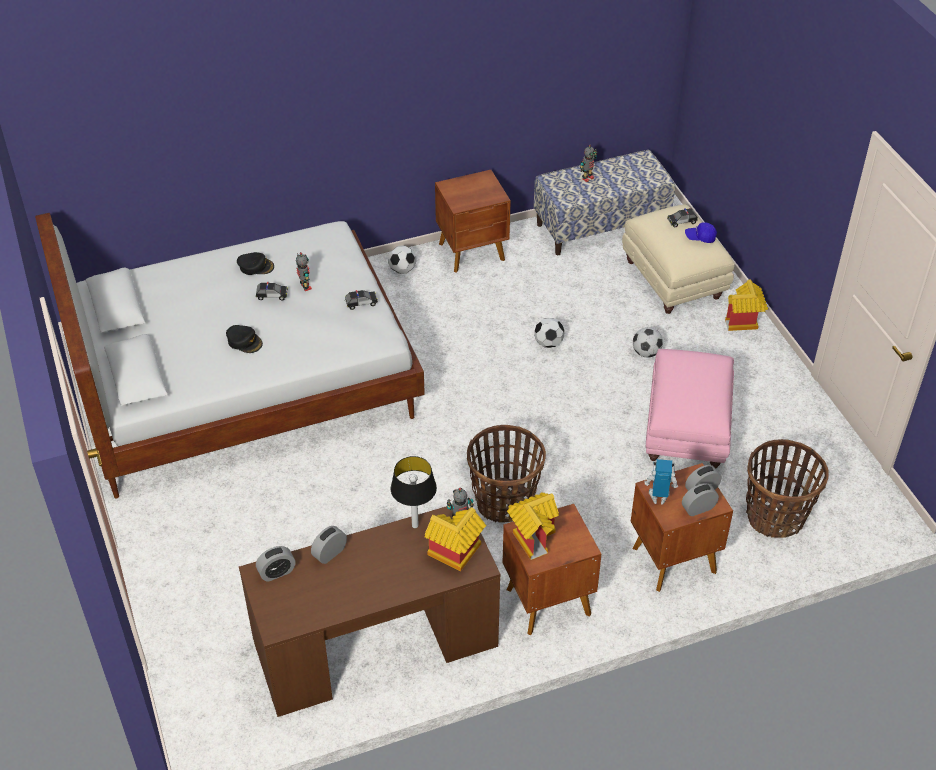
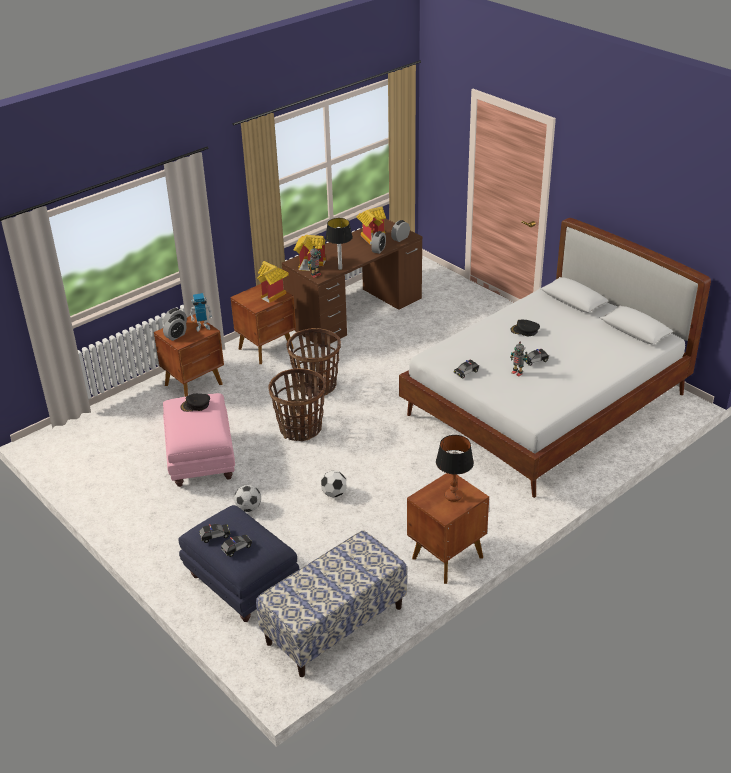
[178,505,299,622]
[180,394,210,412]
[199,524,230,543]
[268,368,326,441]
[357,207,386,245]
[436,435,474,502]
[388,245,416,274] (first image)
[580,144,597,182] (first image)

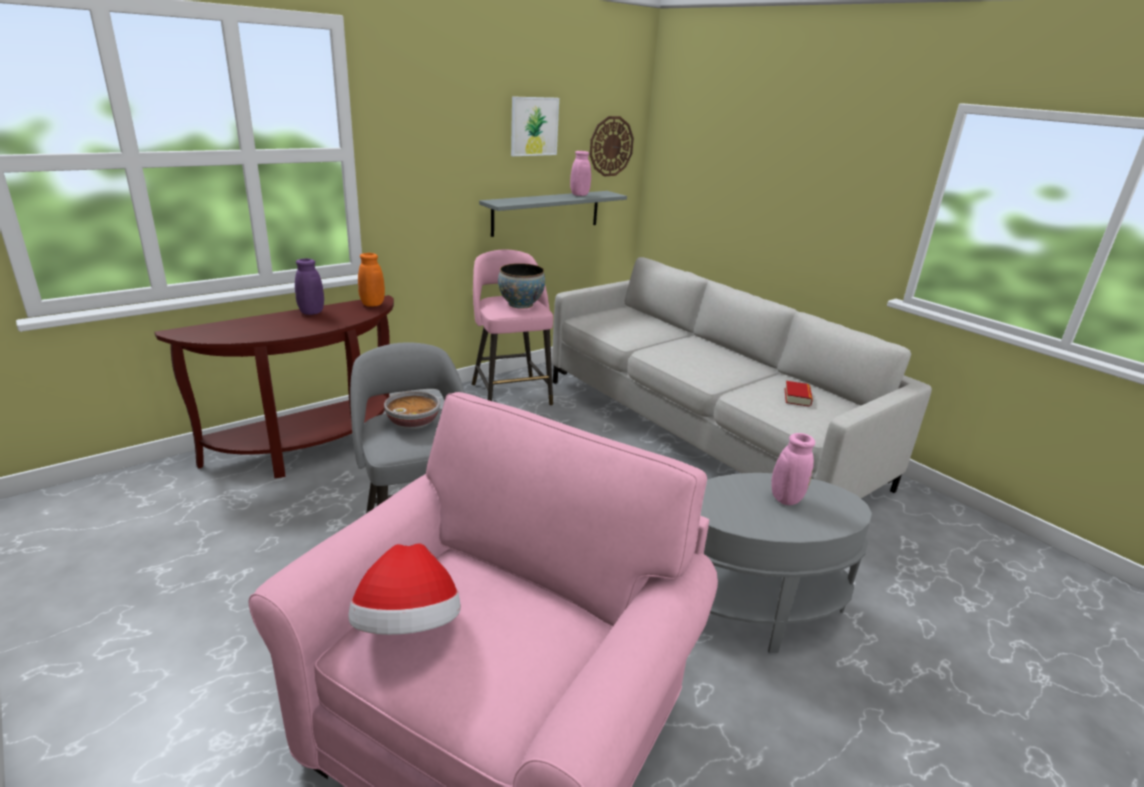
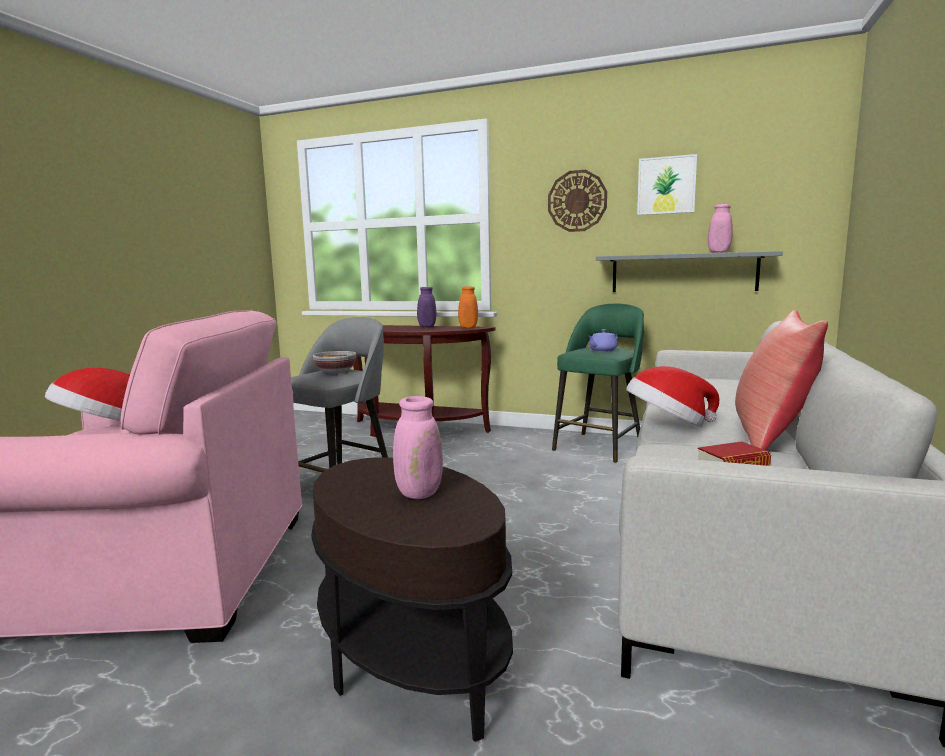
[311,457,513,742]
[548,170,607,232]
[552,304,644,463]
[588,329,618,352]
[626,366,719,427]
[735,310,828,450]

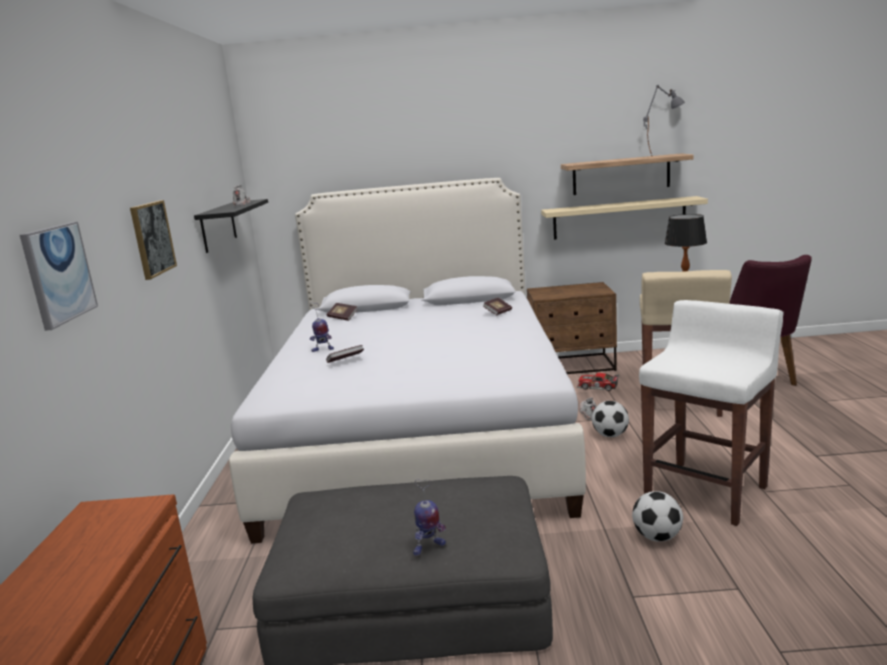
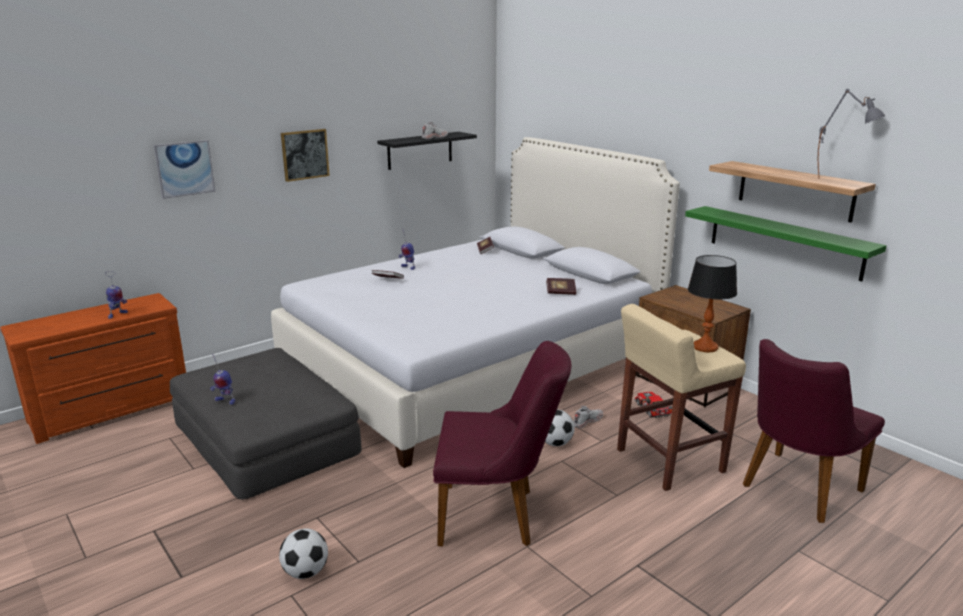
[105,271,128,319]
[279,528,328,579]
[433,341,572,546]
[685,206,887,282]

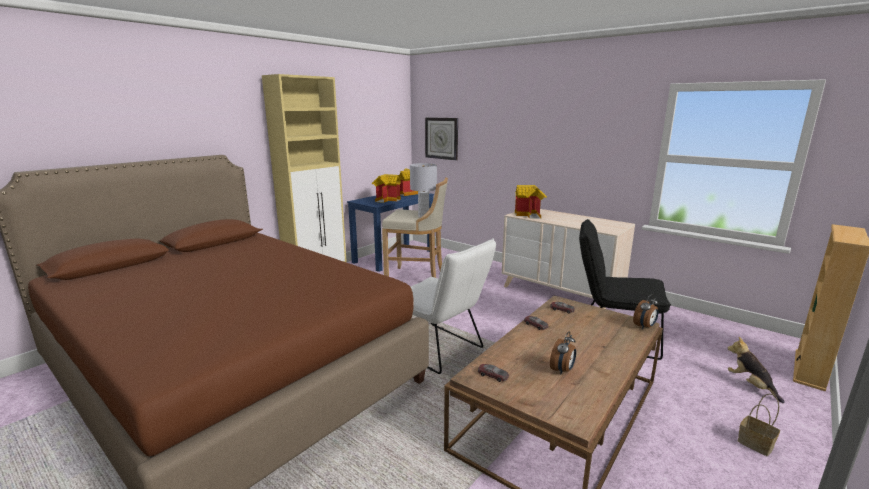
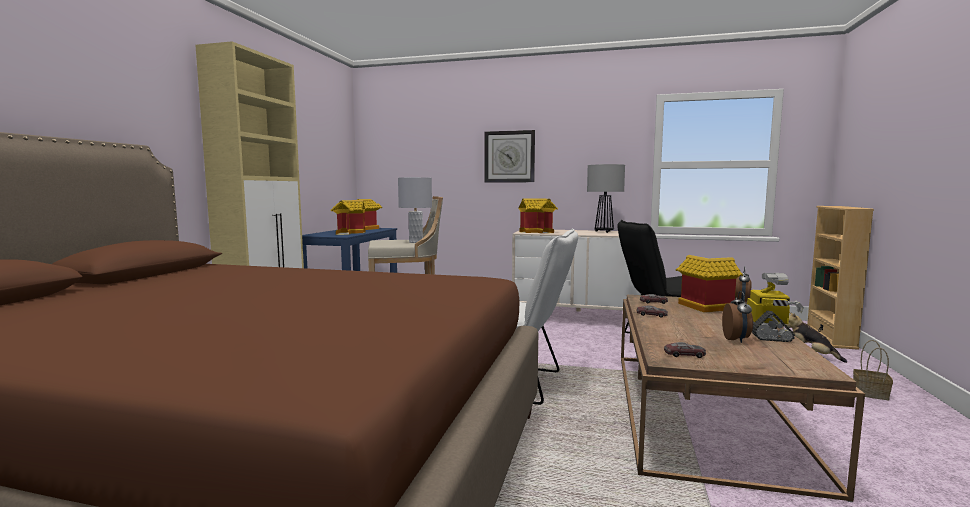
[485,130,535,183]
[587,164,625,233]
[676,255,743,313]
[747,273,804,342]

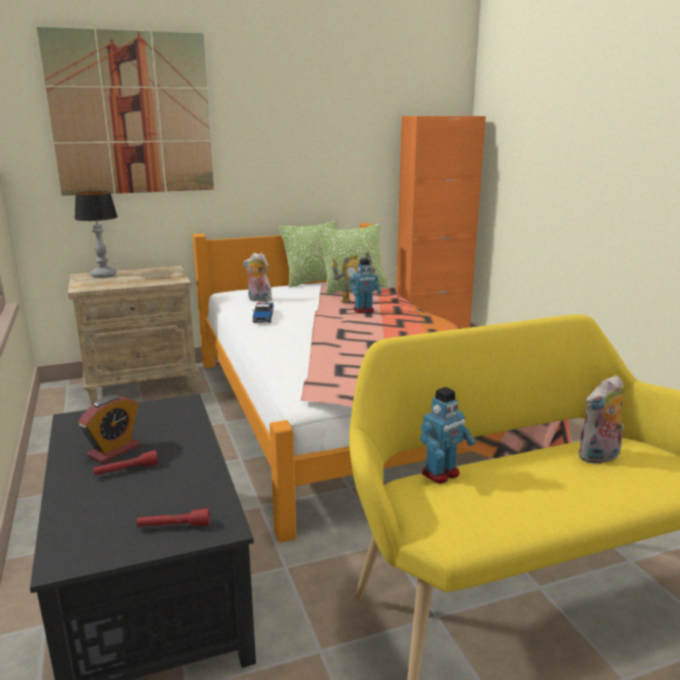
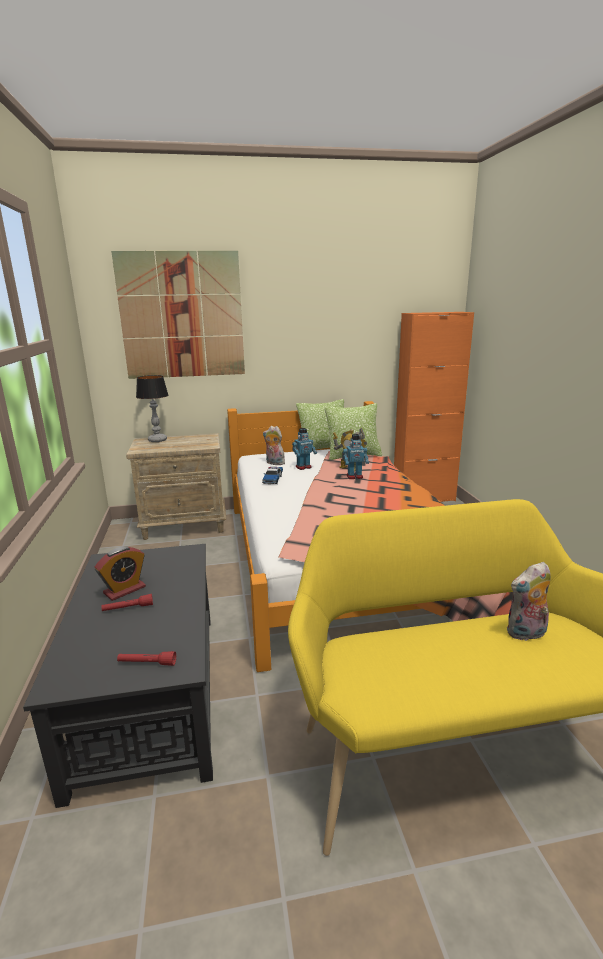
[292,428,317,470]

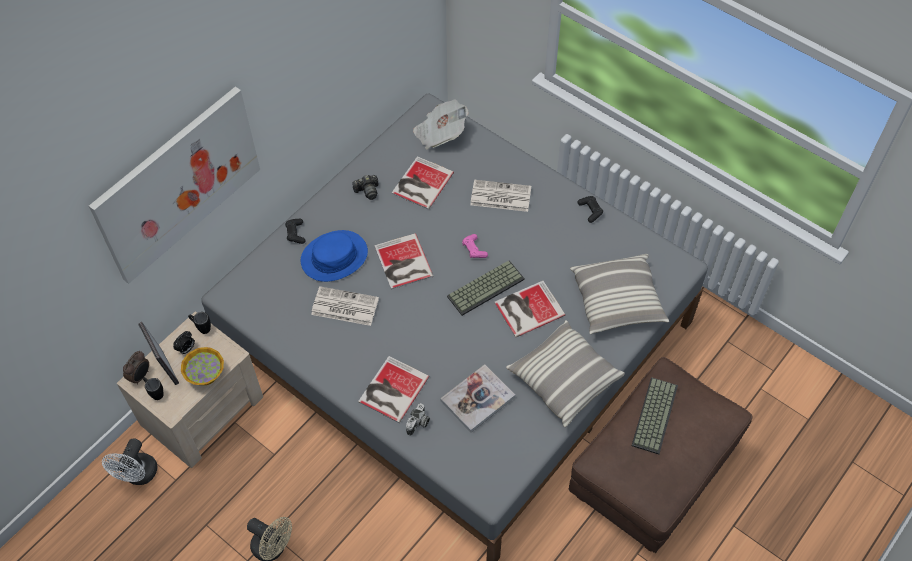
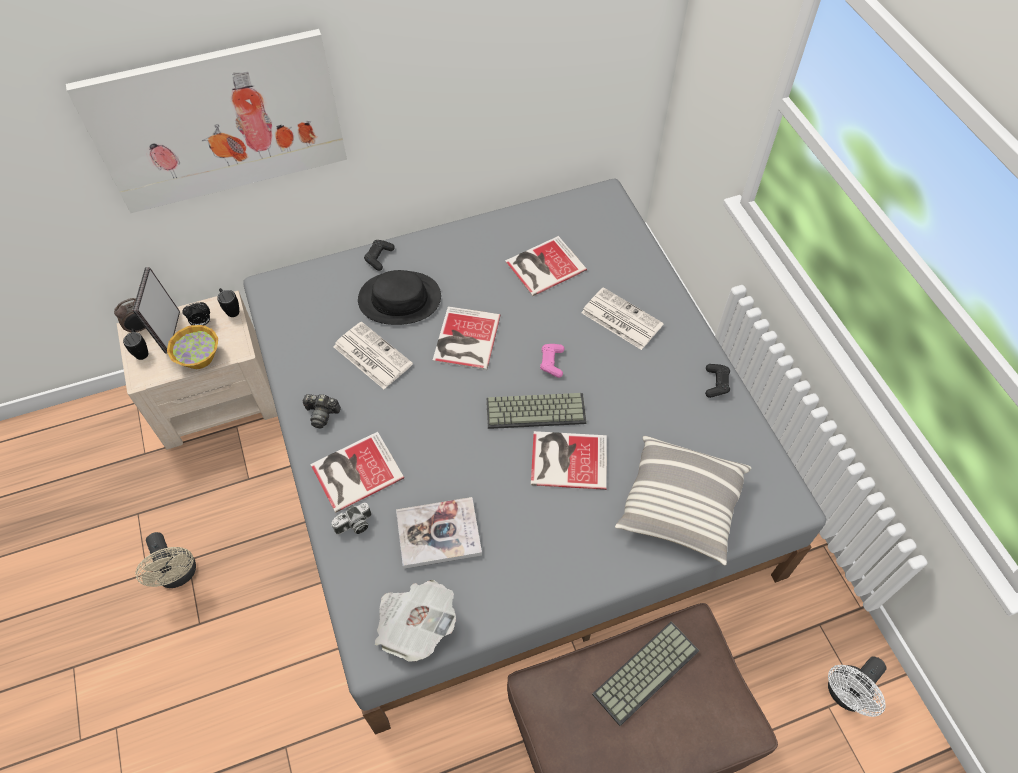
[302,394,341,428]
[358,270,441,325]
[375,580,456,662]
[828,656,887,717]
[506,320,625,427] (first image)

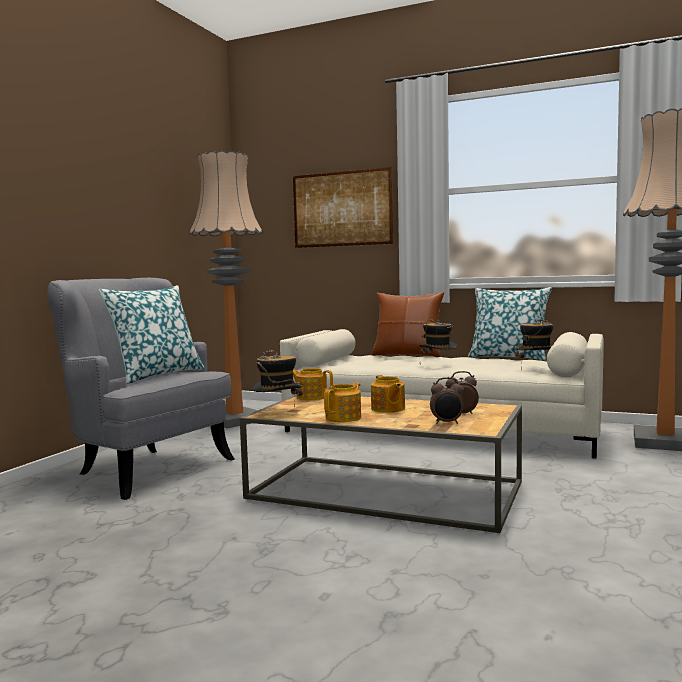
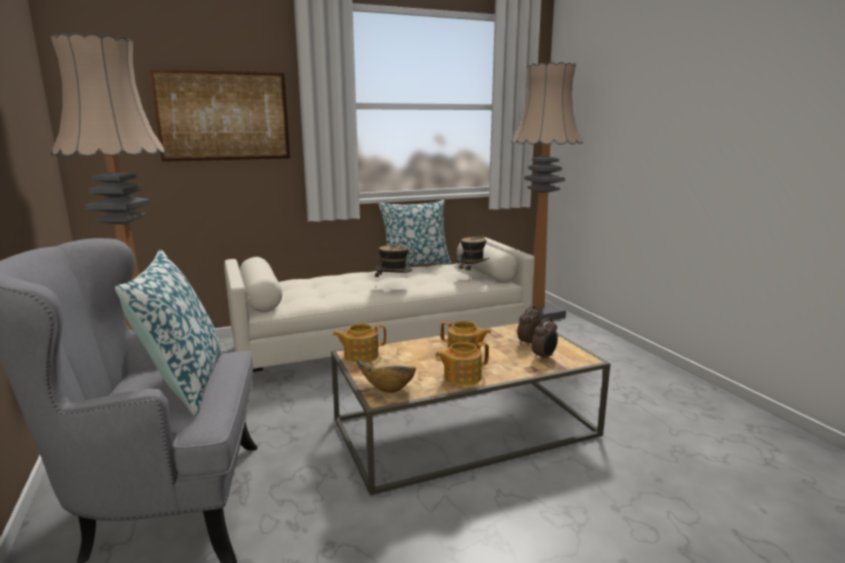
[356,359,416,392]
[436,342,489,386]
[372,292,444,357] (first image)

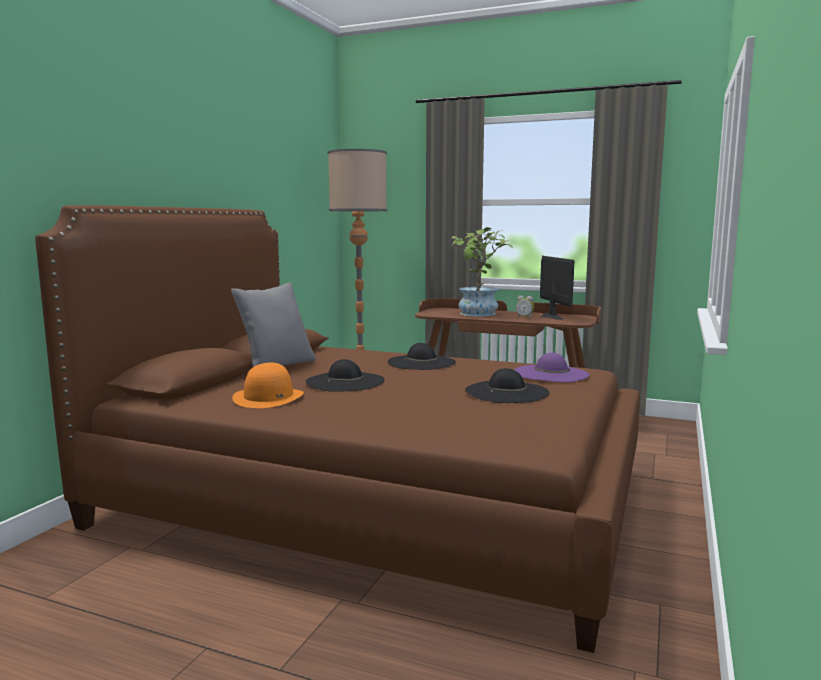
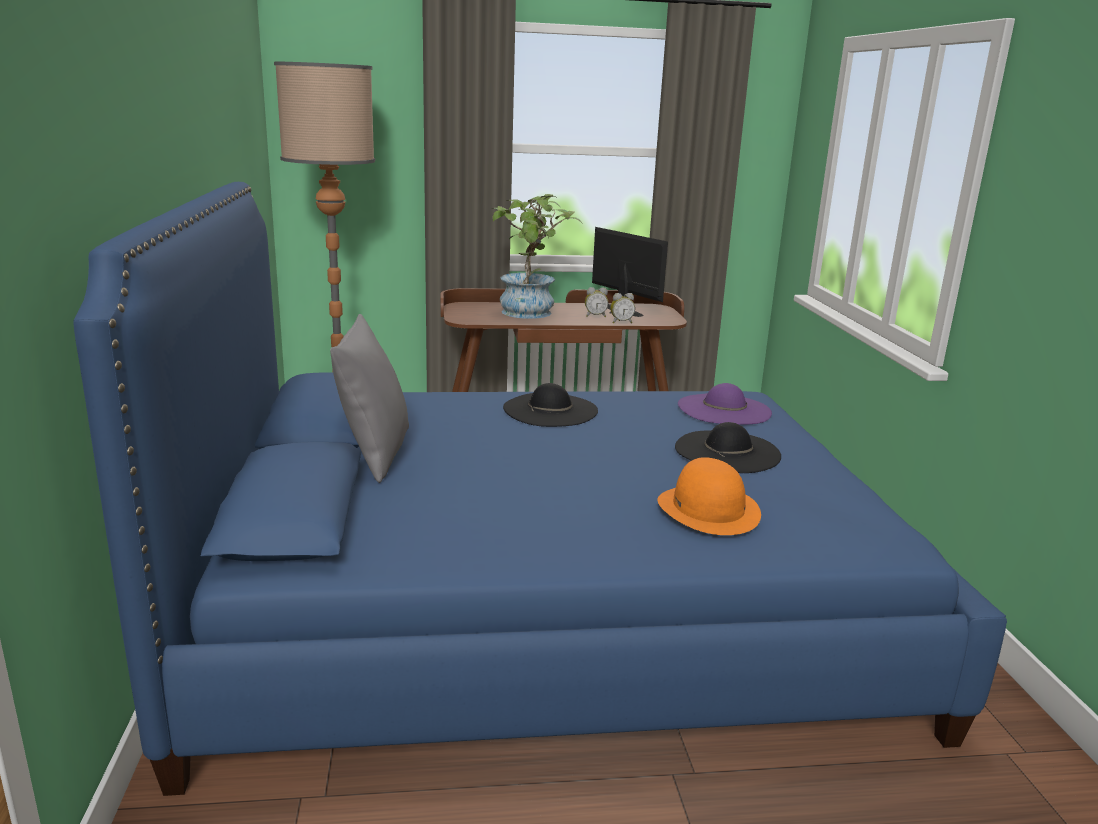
[73,182,1007,796]
[610,293,635,323]
[658,457,761,535]
[306,359,385,392] (first image)

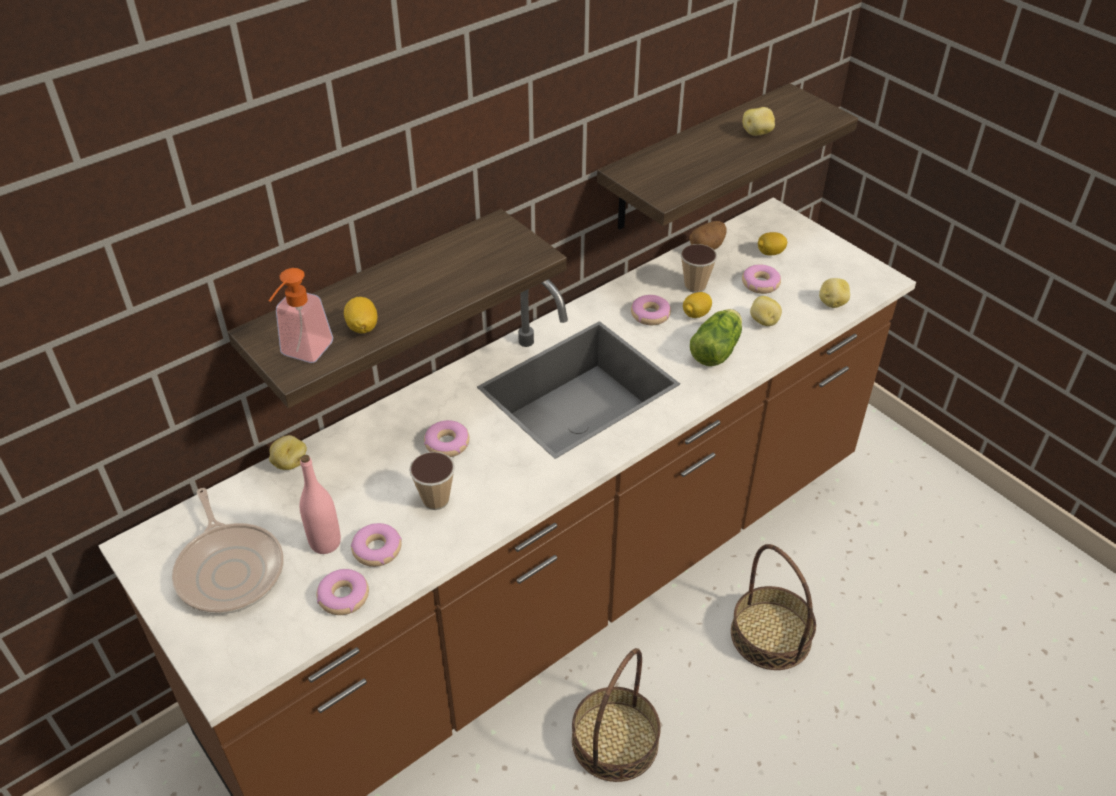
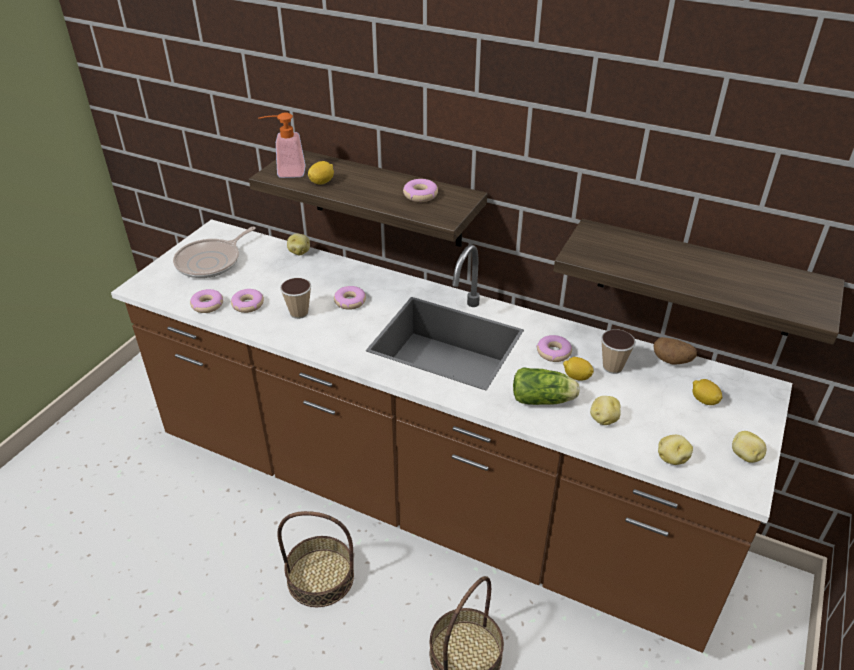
[403,179,438,202]
[732,431,766,463]
[299,455,341,554] (first image)

